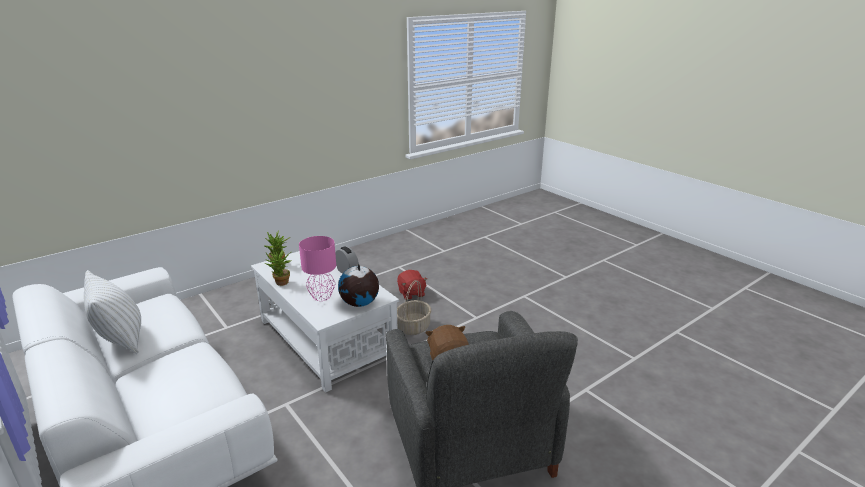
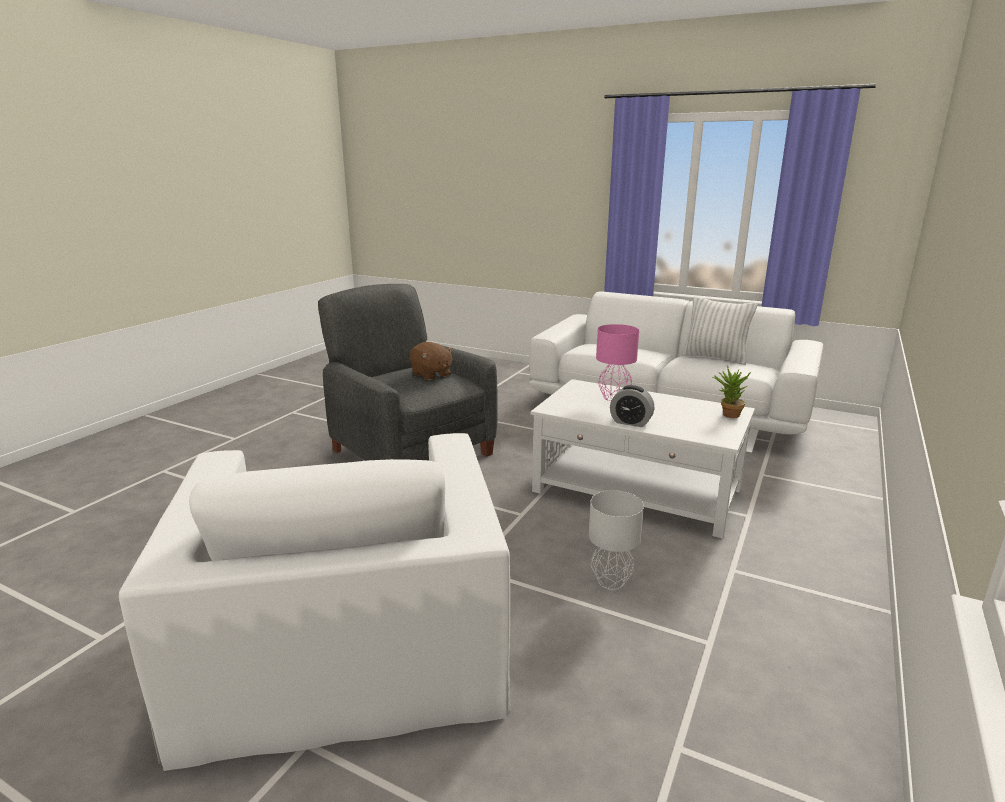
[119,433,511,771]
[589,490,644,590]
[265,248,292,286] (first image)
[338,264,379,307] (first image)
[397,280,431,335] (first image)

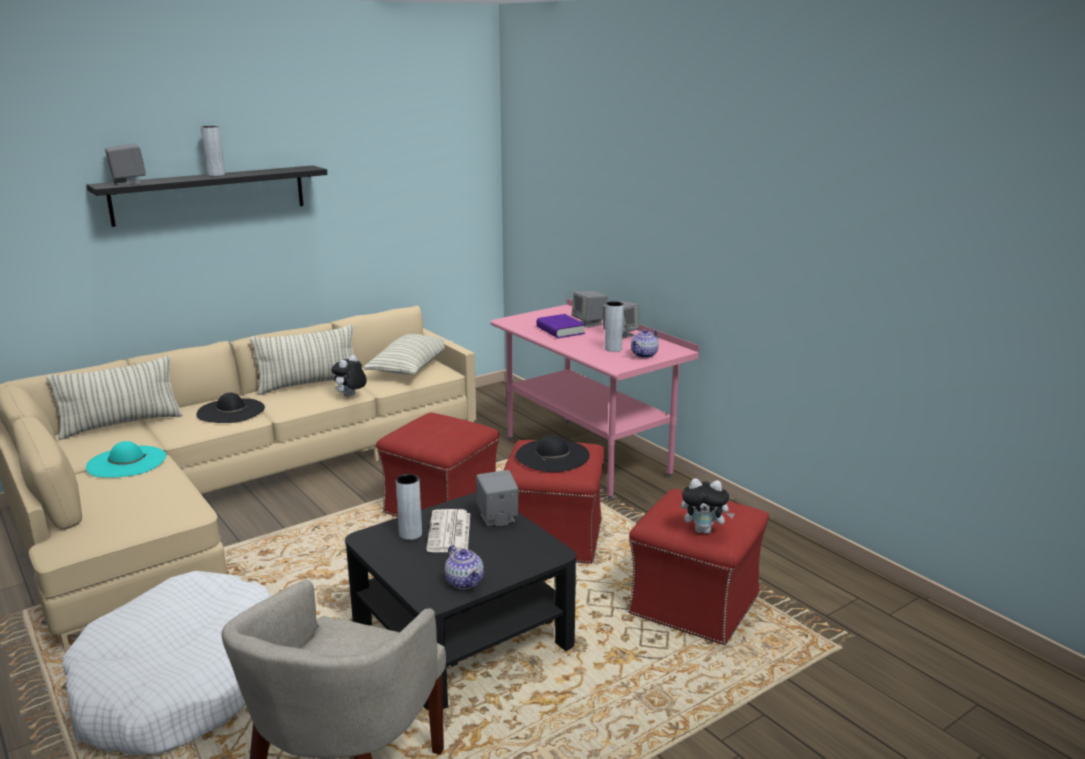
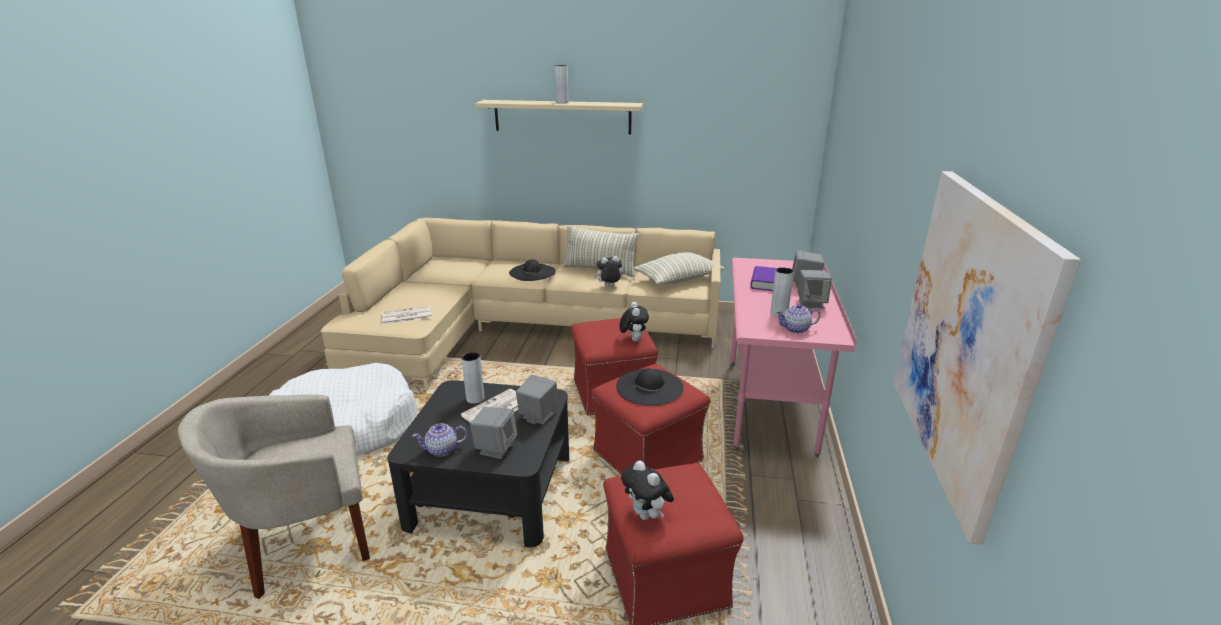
[381,306,432,325]
[412,423,467,457]
[470,407,517,459]
[475,100,643,134]
[620,302,649,342]
[893,171,1081,545]
[46,356,183,440] (first image)
[86,441,166,478] (first image)

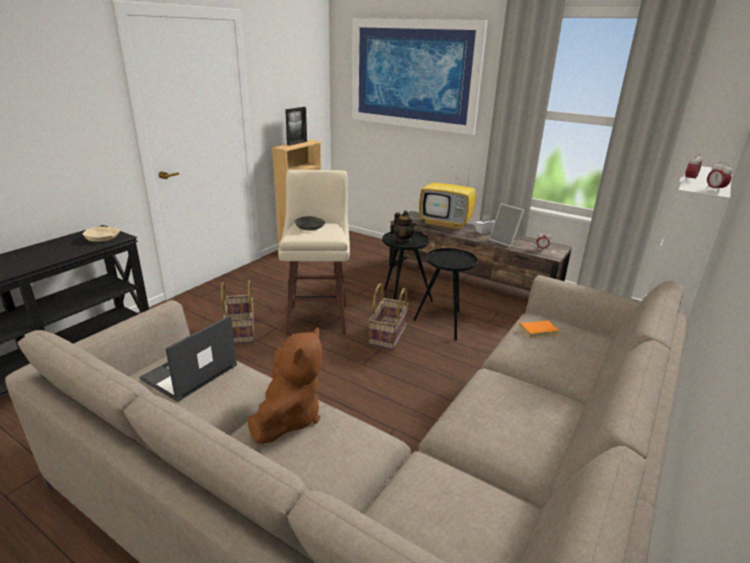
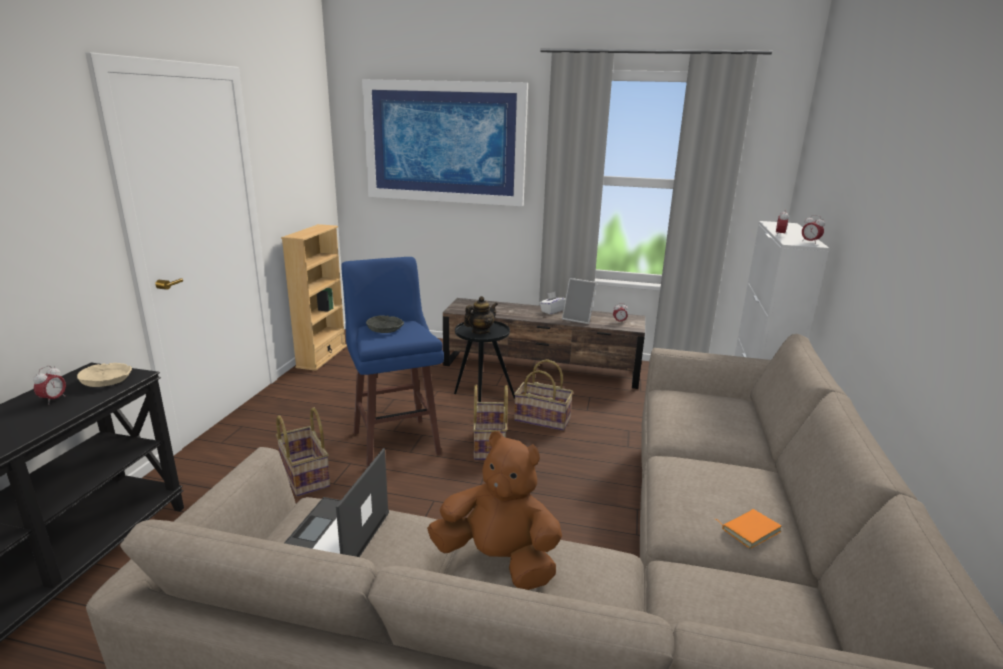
[33,365,66,402]
[341,257,444,467]
[427,431,562,590]
[464,296,498,334]
[514,359,573,431]
[716,509,781,548]
[285,107,307,146] (first image)
[419,162,476,231] (first image)

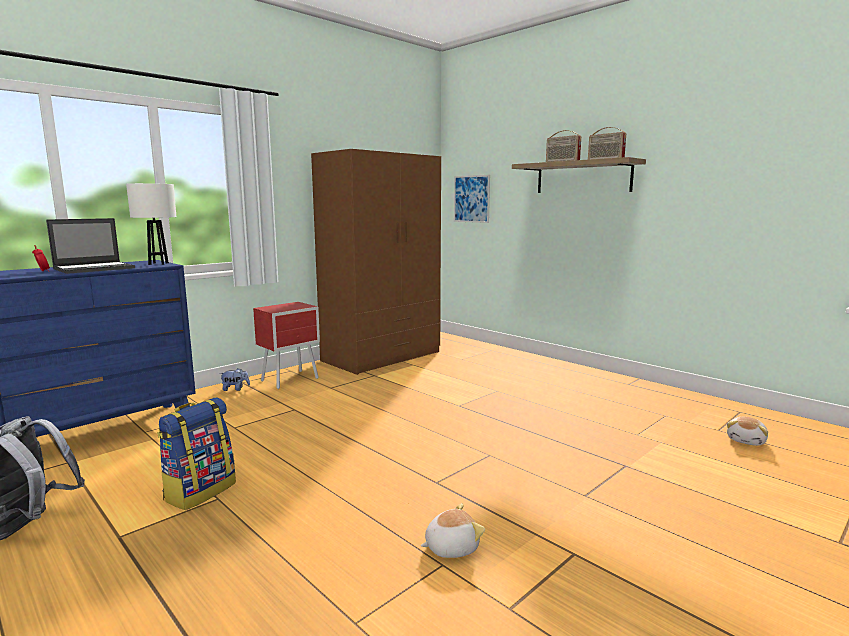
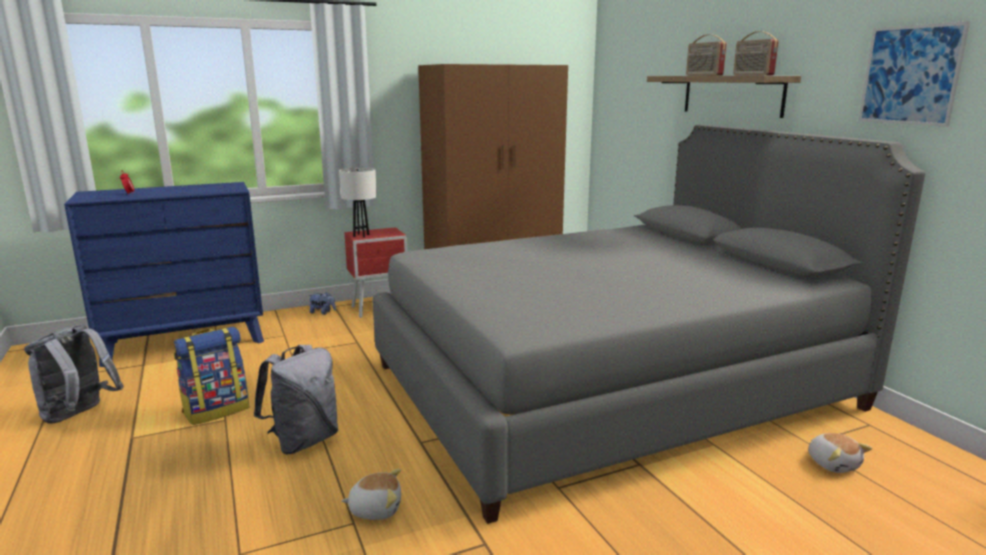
[254,345,338,455]
[339,167,377,237]
[372,125,926,524]
[808,433,872,473]
[858,21,970,127]
[46,218,135,274] (first image)

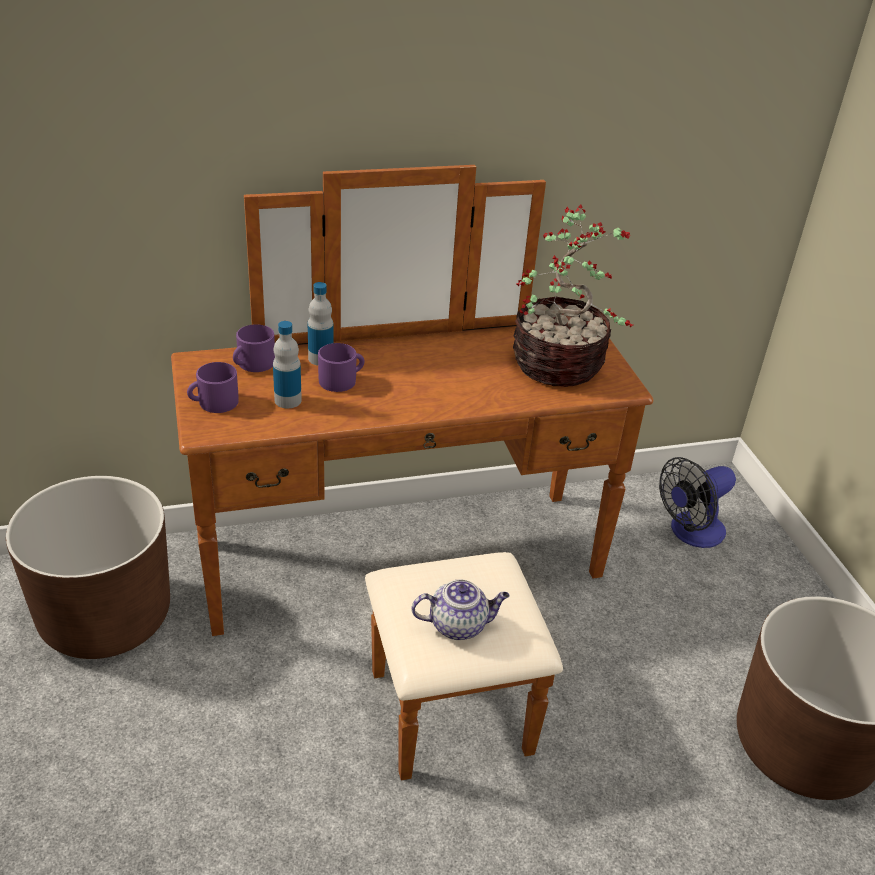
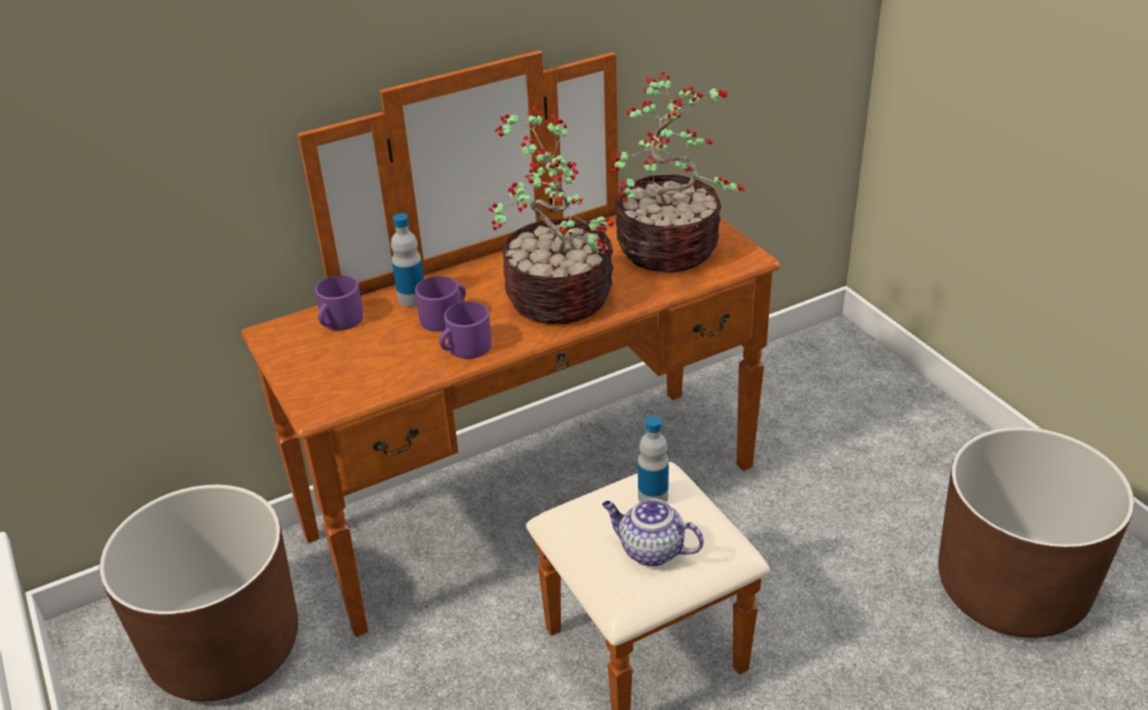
[439,301,491,359]
[487,106,615,324]
[602,498,704,566]
[638,416,669,502]
[659,457,736,548] (first image)

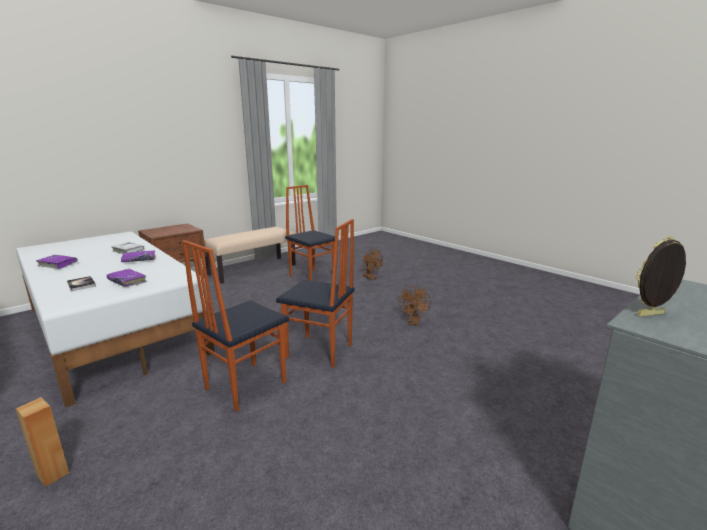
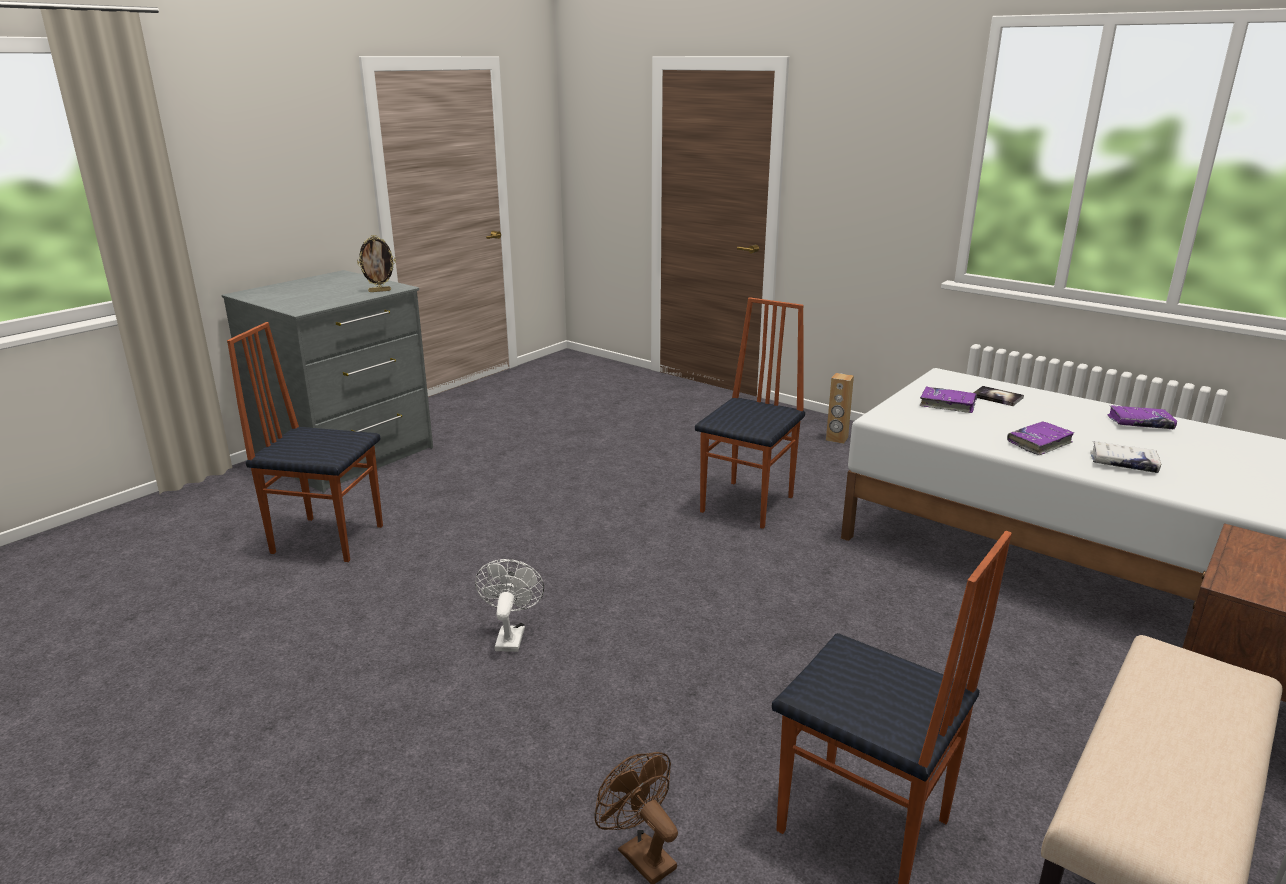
[227,322,383,562]
[475,559,544,652]

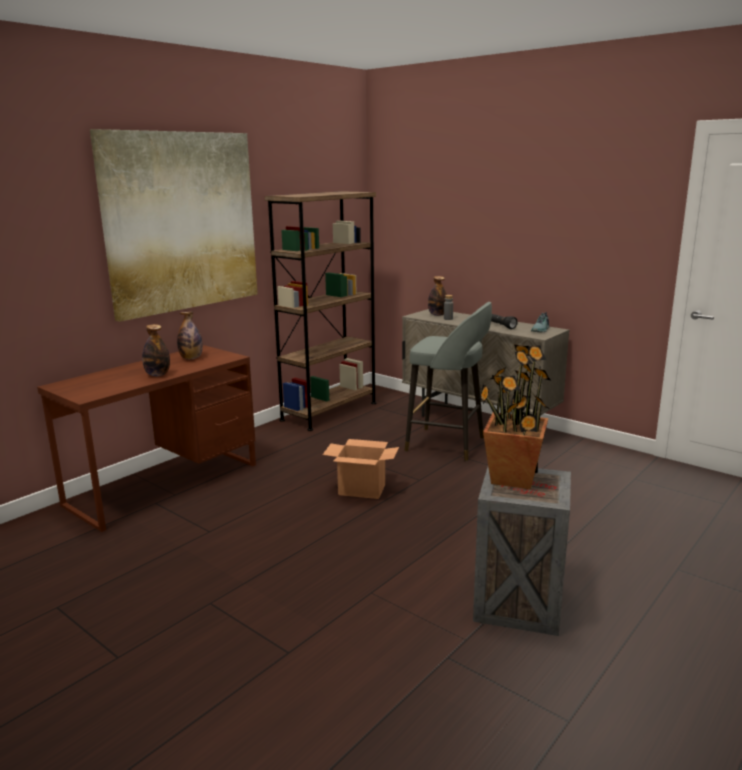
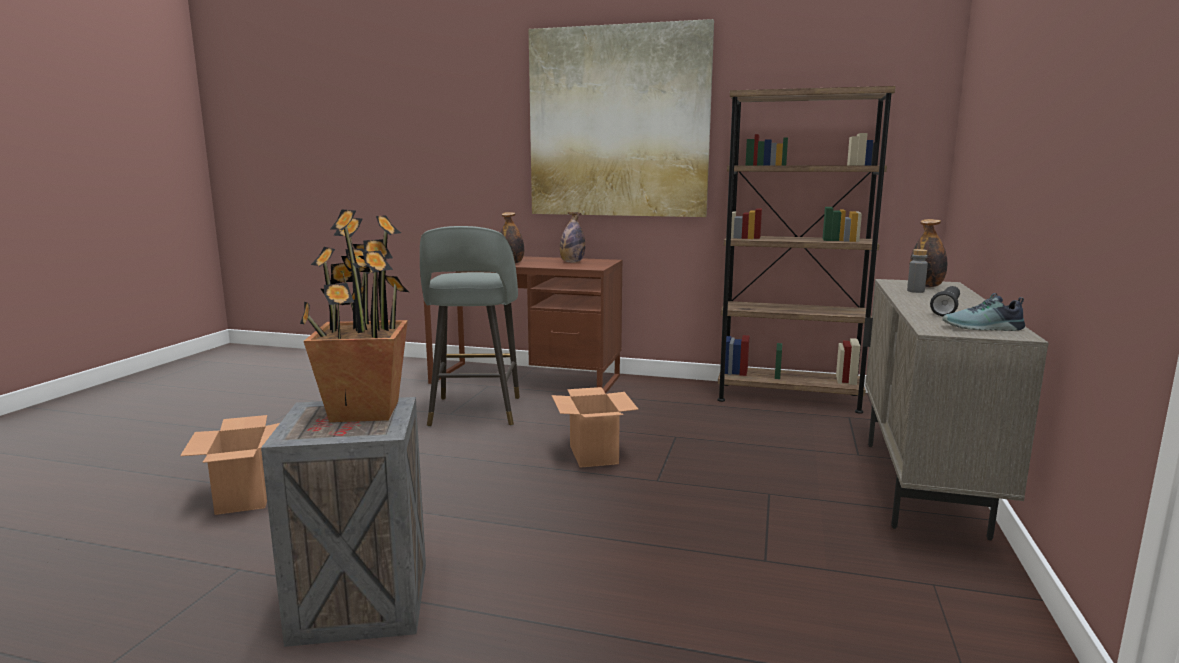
[180,415,280,515]
[420,226,520,426]

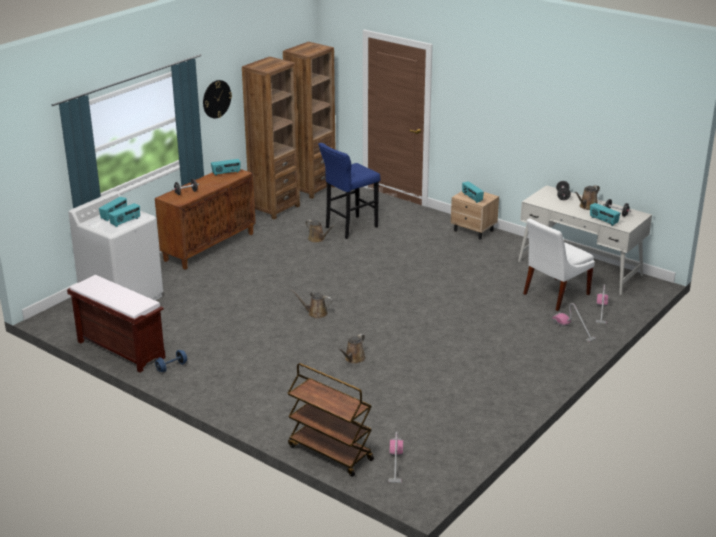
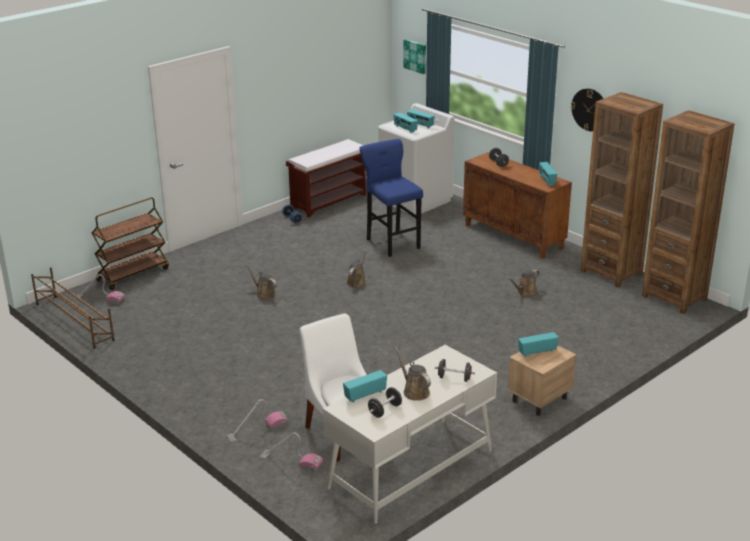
[31,267,115,349]
[359,139,423,257]
[403,39,426,74]

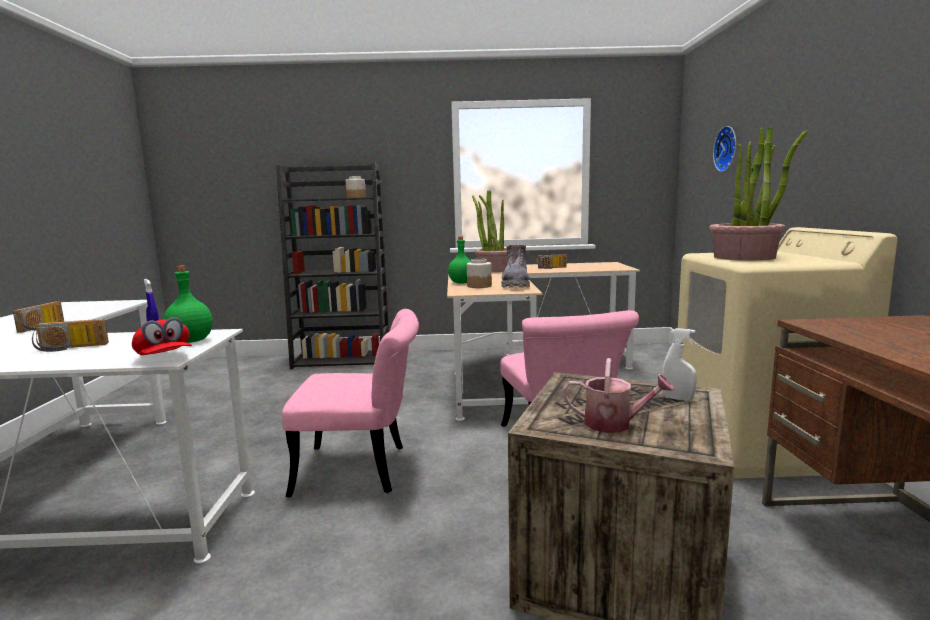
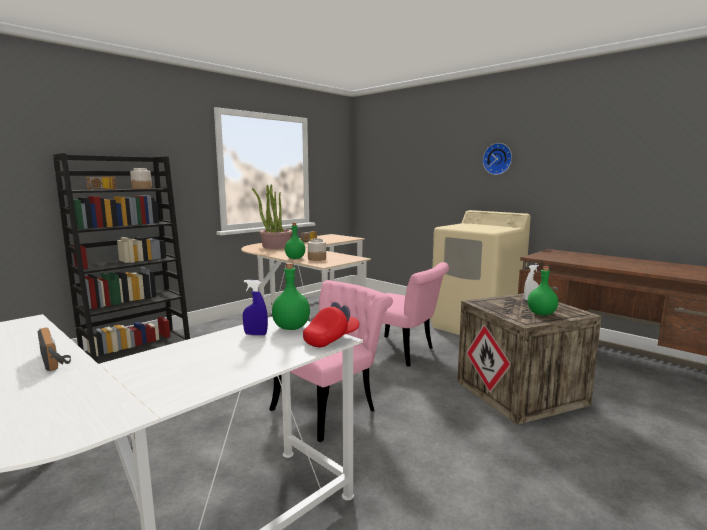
[85,177,117,190]
[303,302,360,347]
[483,143,512,175]
[528,266,558,315]
[501,245,530,288] (first image)
[709,126,808,260] (first image)

